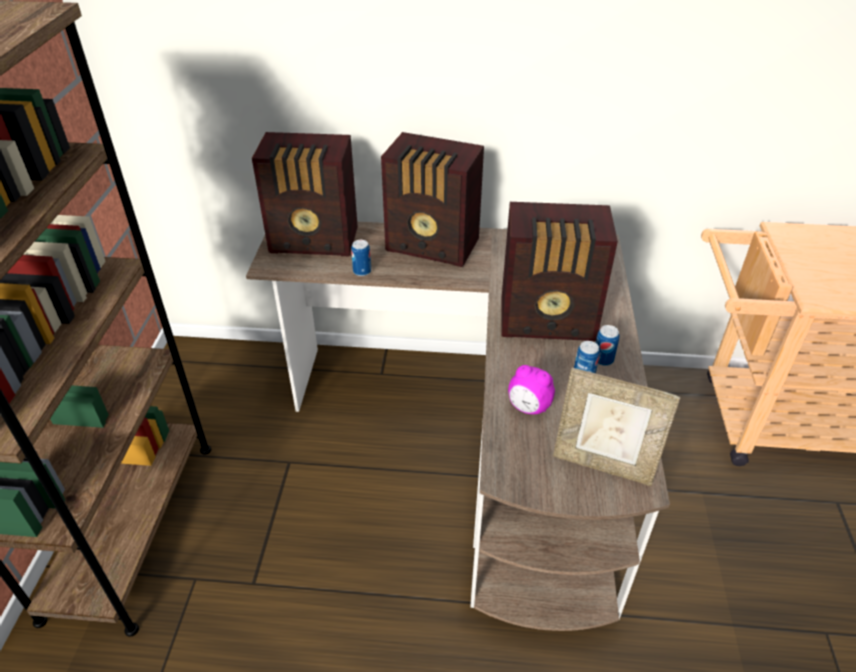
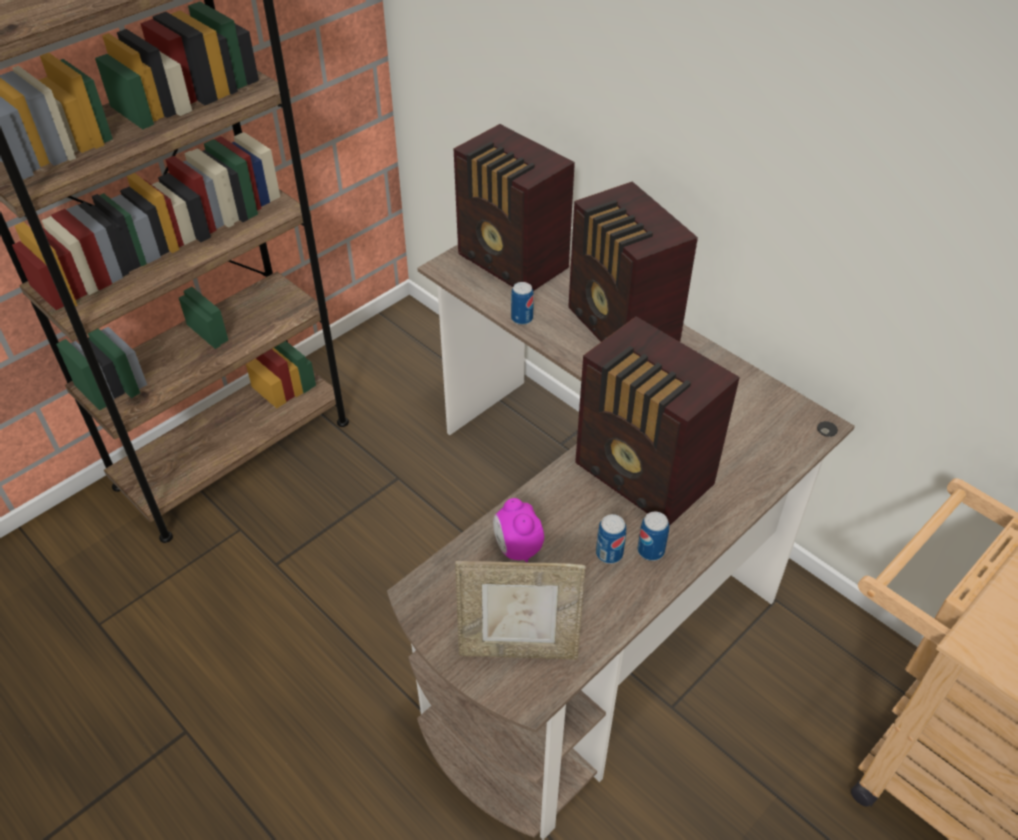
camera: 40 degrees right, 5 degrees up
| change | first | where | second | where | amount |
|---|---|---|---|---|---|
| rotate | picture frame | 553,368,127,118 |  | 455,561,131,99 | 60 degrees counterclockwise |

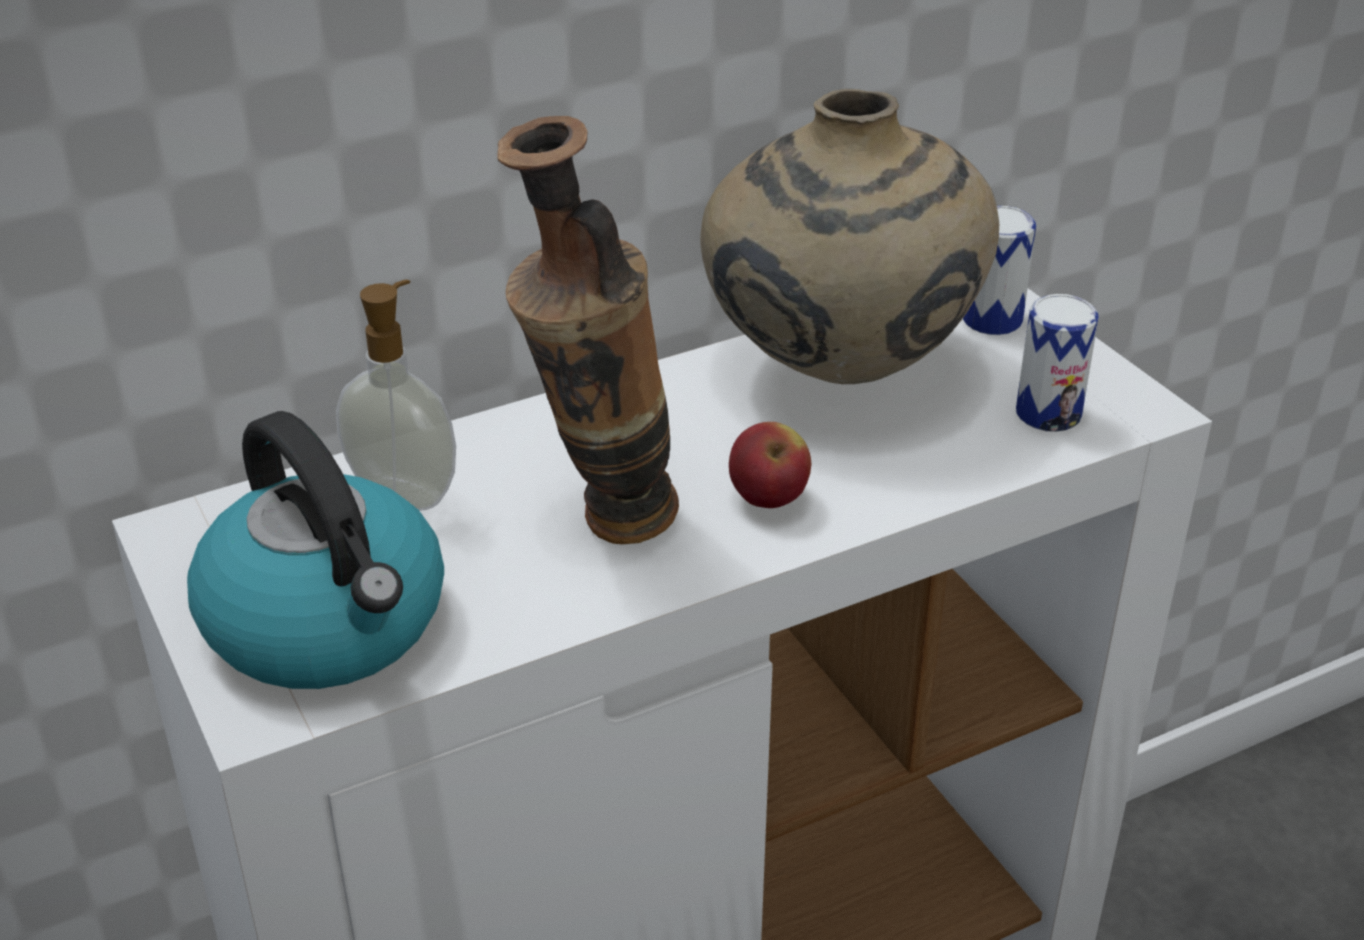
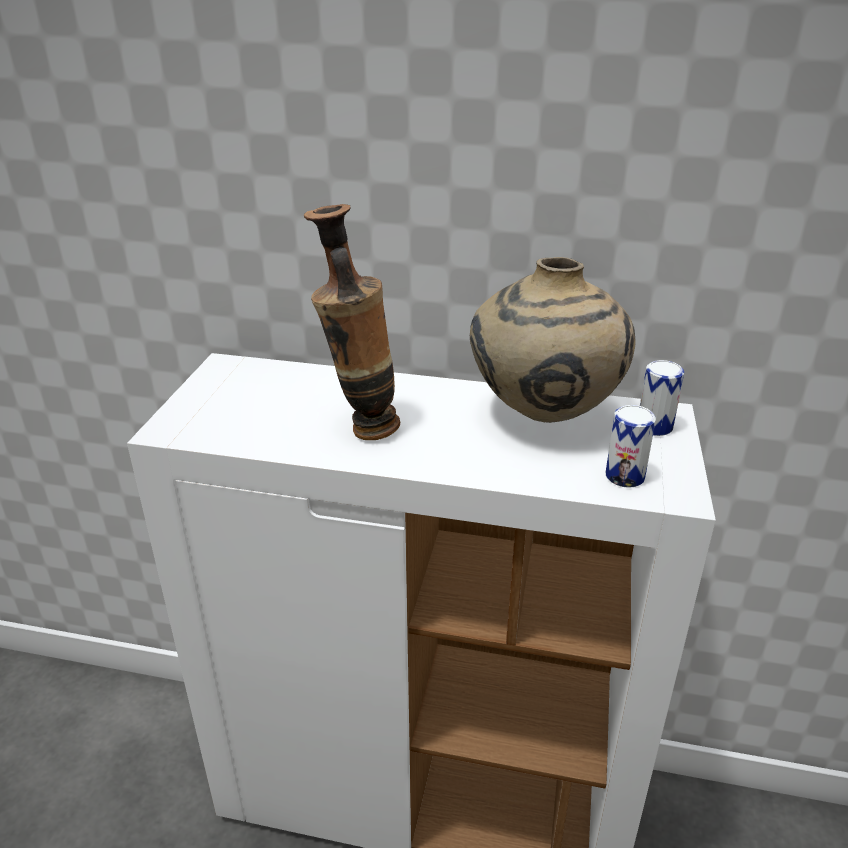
camera: 40 degrees right, 5 degrees down
| change | first | where | second | where | amount |
|---|---|---|---|---|---|
| delete | water kettle | 187,411,257,278 |  |  |  |
| delete | soap dispenser | 336,280,120,231 |  |  |  |
| delete | apple fruit | 729,422,82,86 |  |  |  |

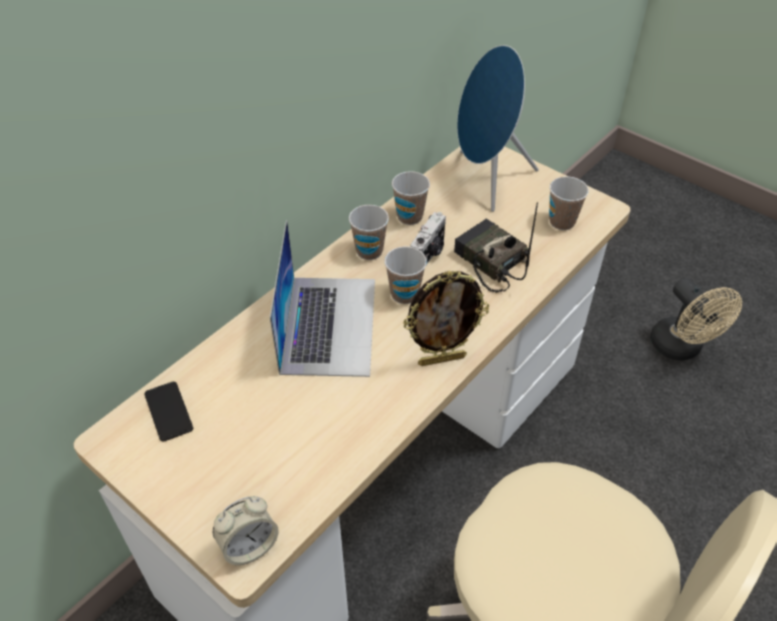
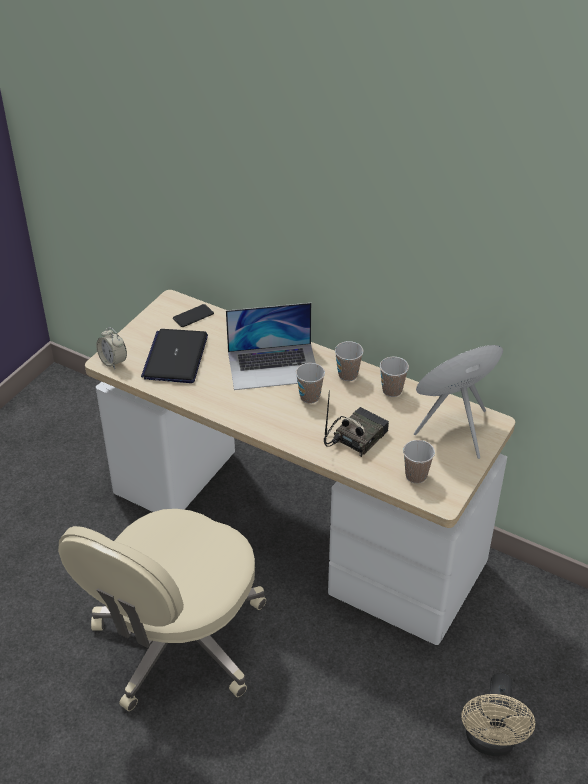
camera: 80 degrees right, 5 degrees down
| change | first | where | second | where | amount |
|---|---|---|---|---|---|
| delete | picture frame | 403,271,86,95 |  |  |  |
| delete | photo camera | 411,212,35,53 |  |  |  |
| rotate | cooling fan (beige-coloured) | 650,278,92,83 |  | 462,673,73,83 | 45 degrees counterclockwise |
| insert |  |  | notebook computer | 141,329,67,54 |  |

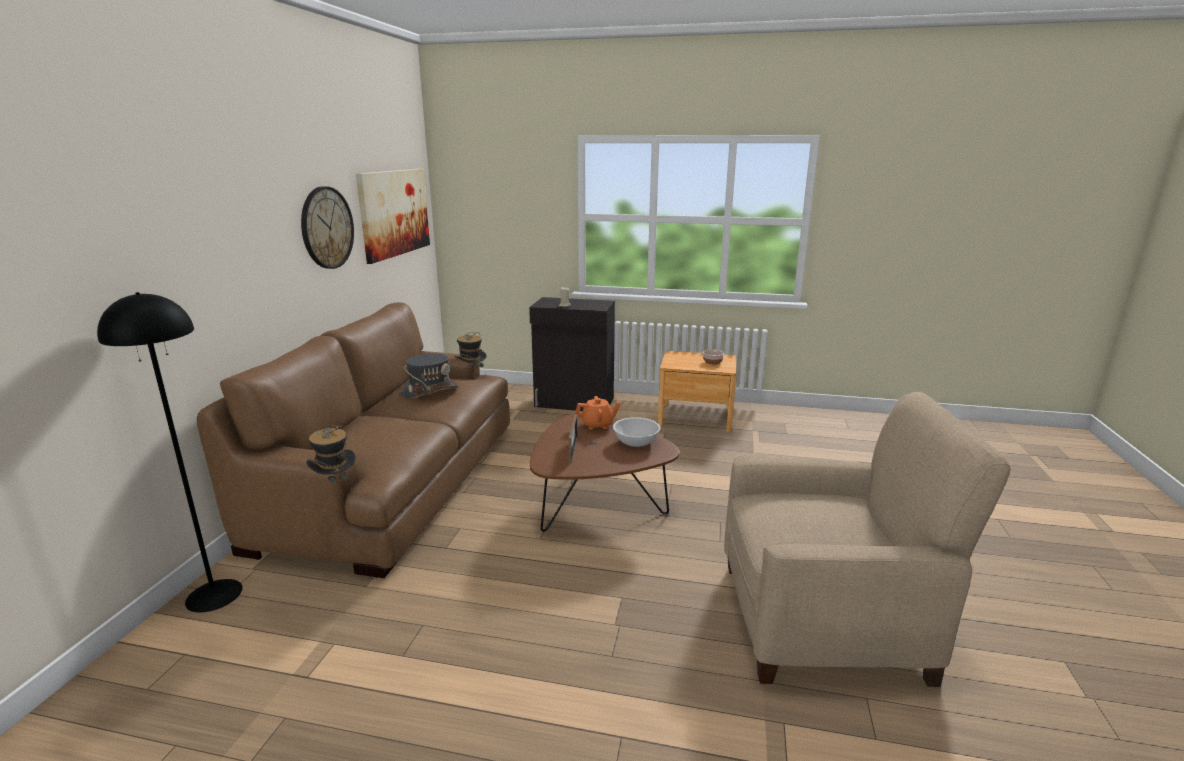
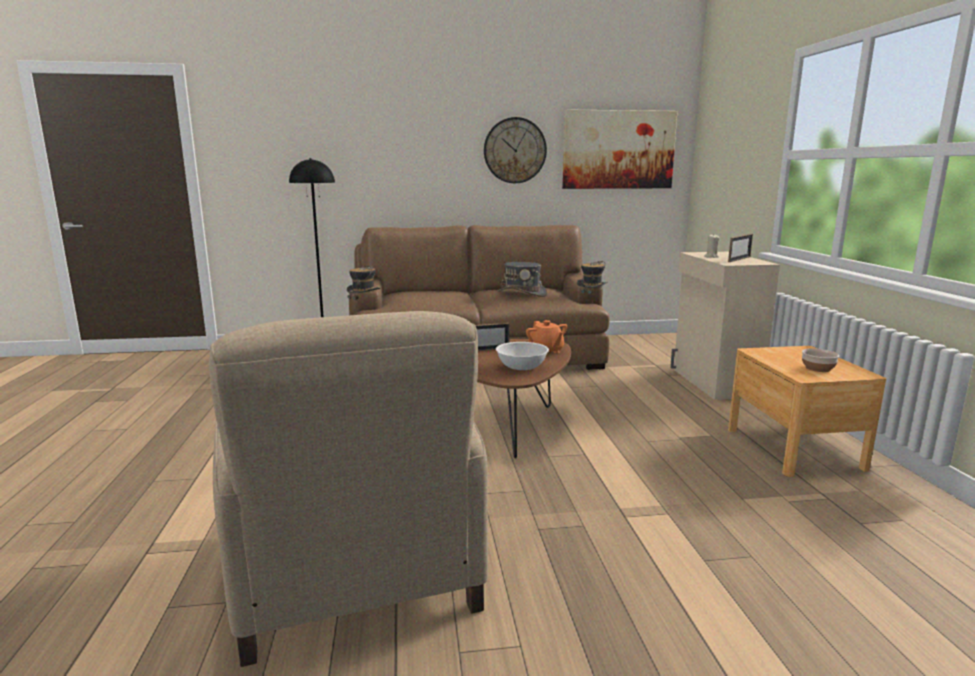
camera: 70 degrees right, 5 degrees down
| change | first | where | second | where | amount |
|---|---|---|---|---|---|
| recolor | cupboard (black-coloured) | 529,297,86,114 | cupboard (beige-coloured) | 670,252,110,148 |  |
| insert |  |  | picture frame | 728,234,25,28 |  |

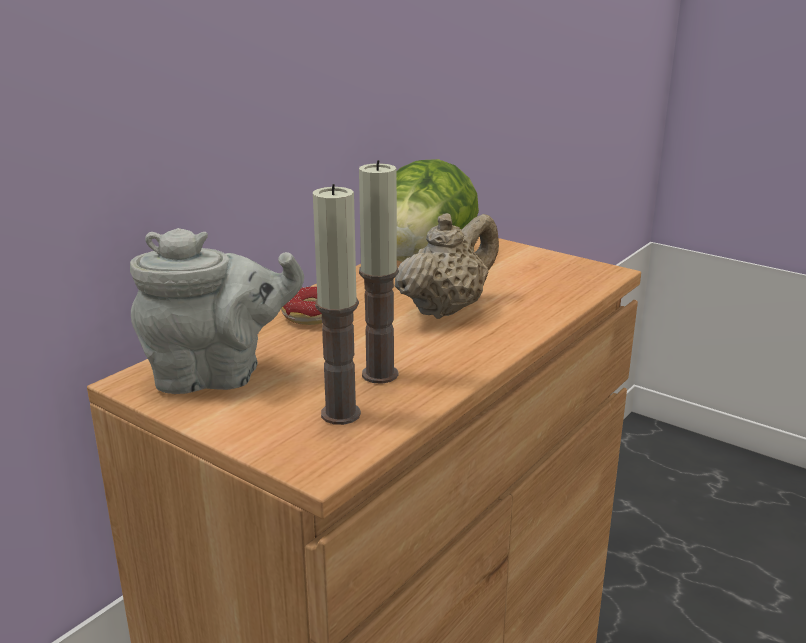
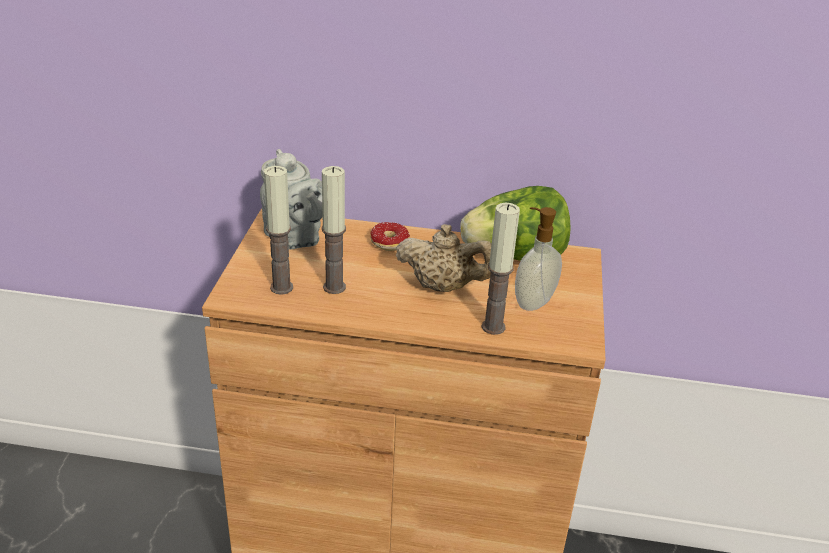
camera: 60 degrees right, 10 degrees up
| change | first | where | second | where | amount |
|---|---|---|---|---|---|
| insert |  |  | candle | 482,203,38,132 |  |
| insert |  |  | soap dispenser | 515,207,47,104 |  |

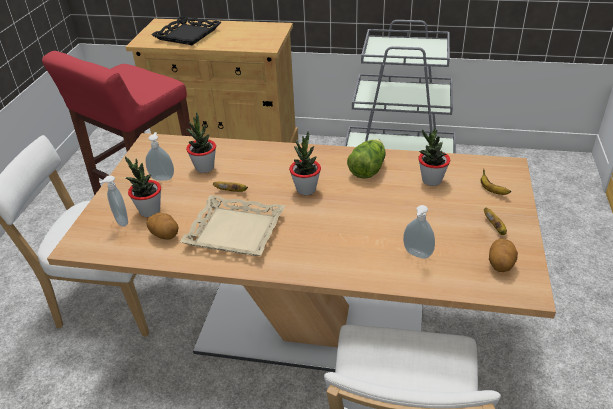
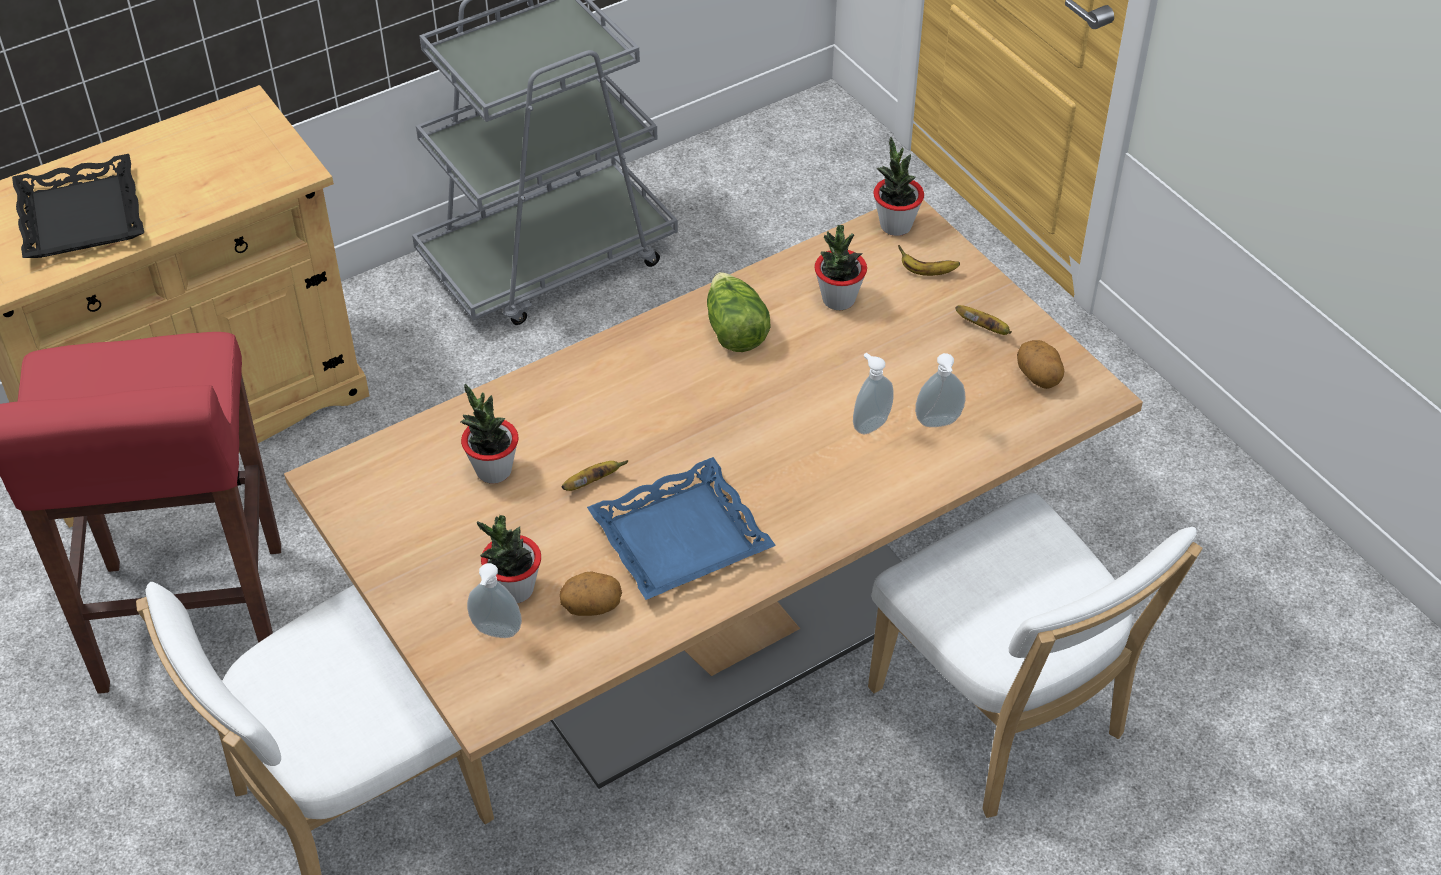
camera: 45 degrees left, 10 degrees up
| change | first | where | second | where | amount |
|---|---|---|---|---|---|
| move | soap dispenser | 145,132,29,49 |  | 853,353,41,81 |  |
| recolor | serving tray (beige-coloured) | 180,195,105,61 | serving tray (bluish) | 587,457,189,143 |  |
| move | potted plant | 289,131,32,64 |  | 873,137,51,99 |  |

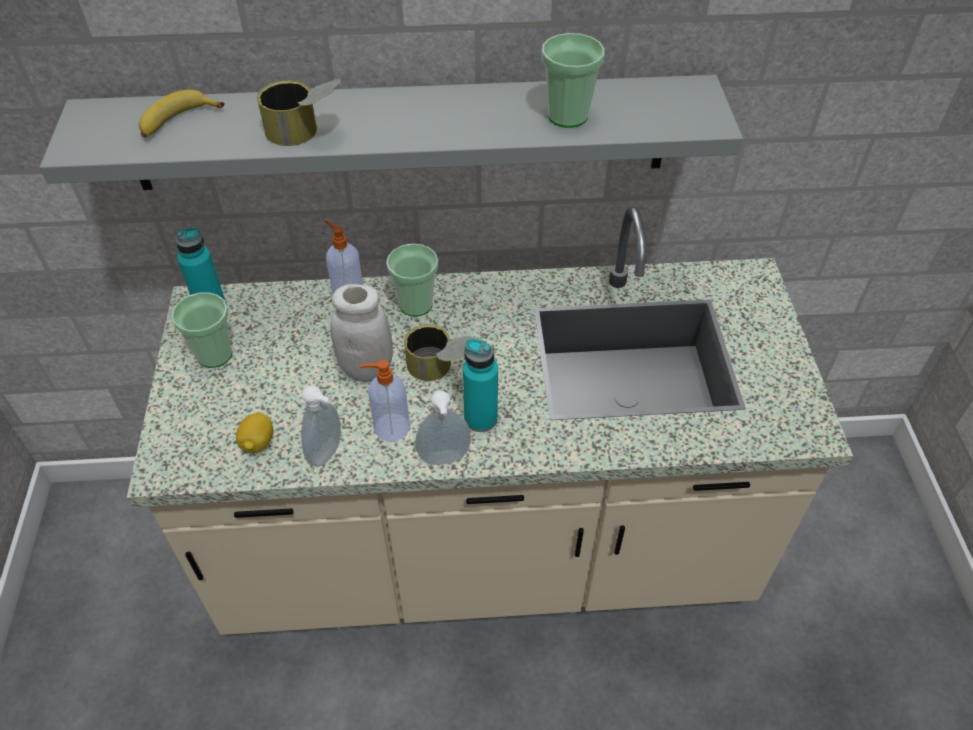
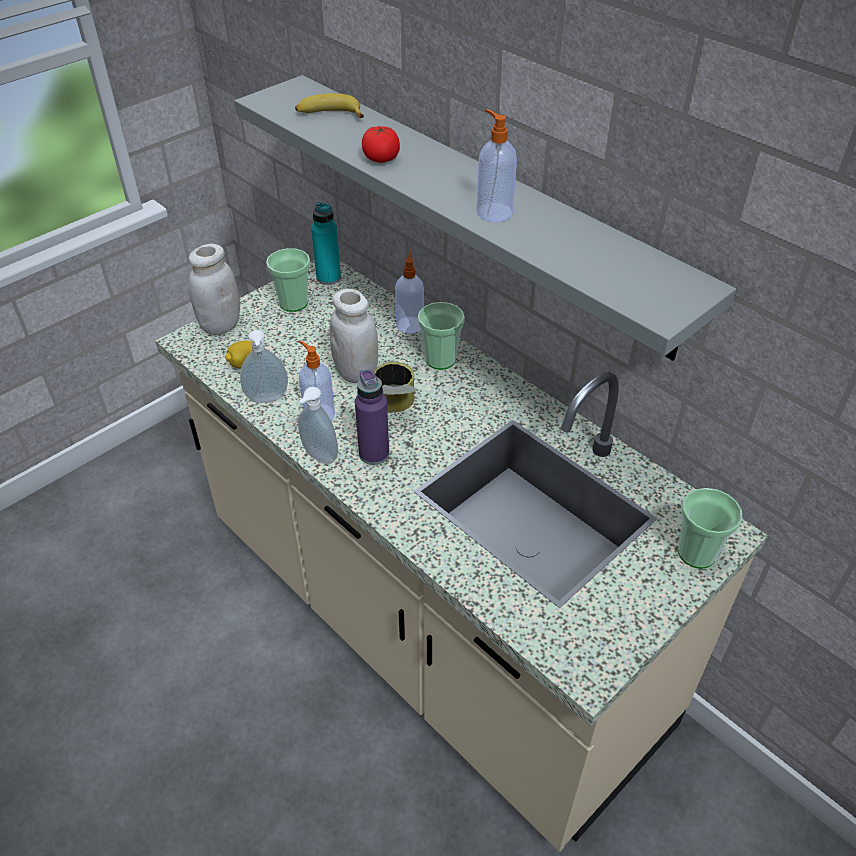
camera: 50 degrees right, 5 degrees down
| change | first | where | second | where | amount |
|---|---|---|---|---|---|
| replace | can | 257,79,84,67 | whole tomato | 362,126,38,37 |  |
| recolor | drink bottle (turquoise-coloured) | 463,338,35,94 | drink bottle (purplish) | 355,369,34,96 |  |
| move | drinking cup | 542,33,63,95 |  | 678,488,65,81 |  |
| insert |  |  | preserve jar (white) | 188,244,52,91 |  |
| insert |  |  | soap dispenser | 477,109,40,113 |  |

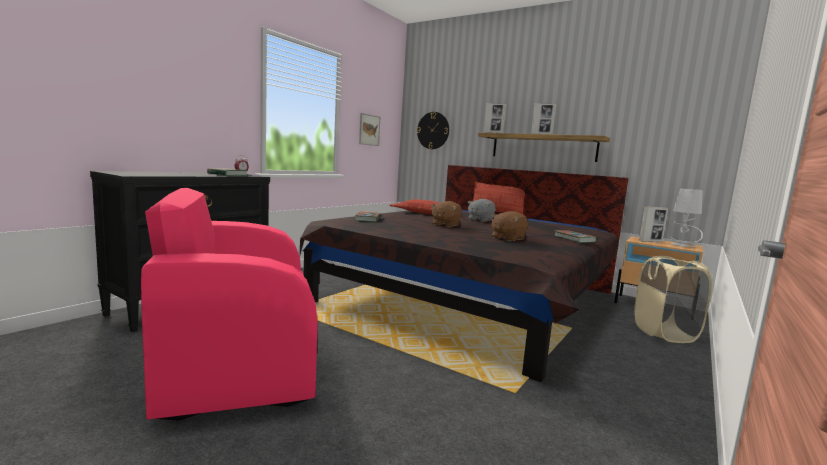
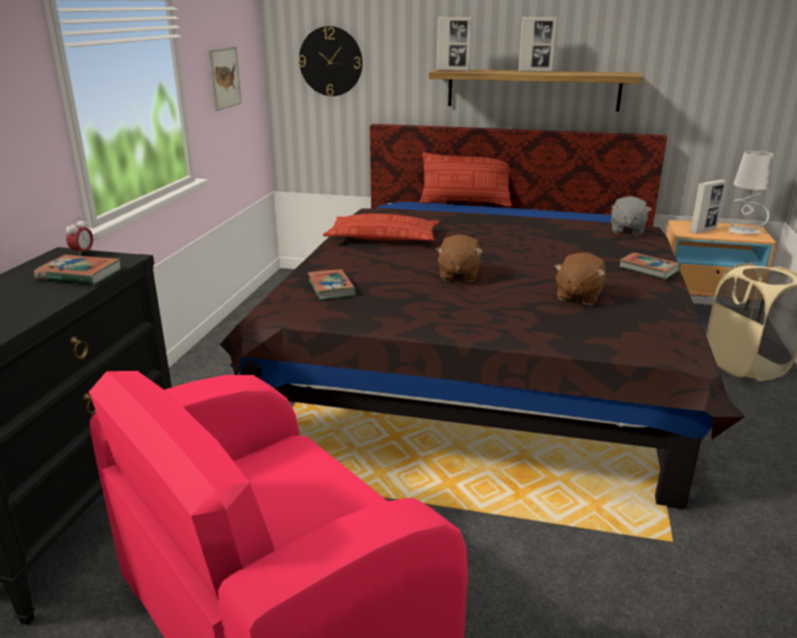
camera: 20 degrees left, 15 degrees up
| change | first | where | second | where | amount |
|---|---|---|---|---|---|
| move | cuddly toy (grey) | 468,199,27,23 |  | 611,196,41,39 |  |

